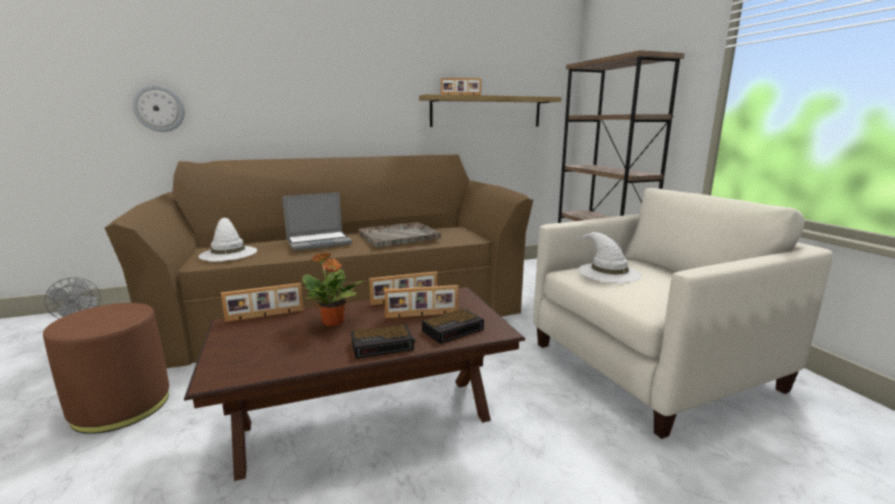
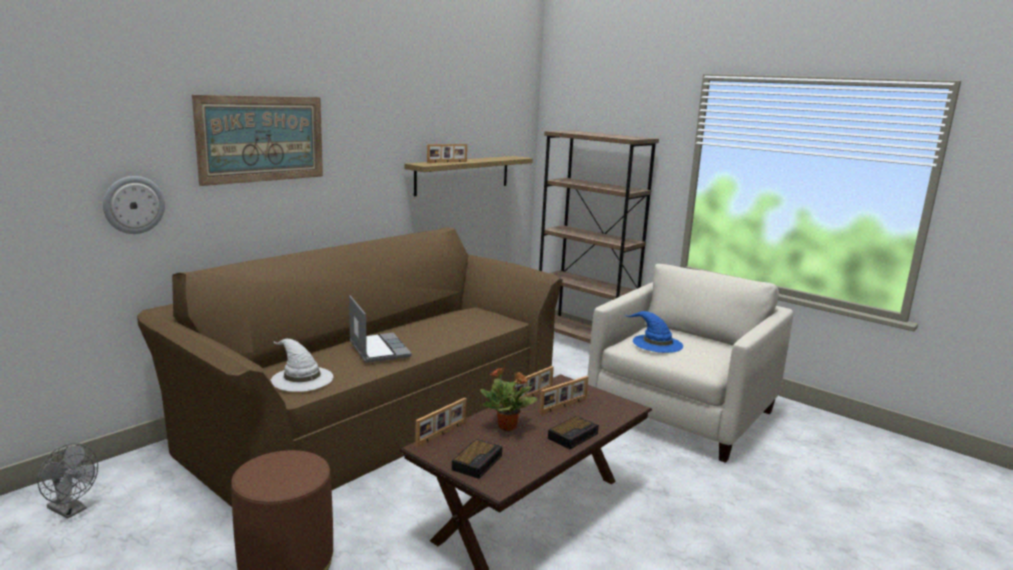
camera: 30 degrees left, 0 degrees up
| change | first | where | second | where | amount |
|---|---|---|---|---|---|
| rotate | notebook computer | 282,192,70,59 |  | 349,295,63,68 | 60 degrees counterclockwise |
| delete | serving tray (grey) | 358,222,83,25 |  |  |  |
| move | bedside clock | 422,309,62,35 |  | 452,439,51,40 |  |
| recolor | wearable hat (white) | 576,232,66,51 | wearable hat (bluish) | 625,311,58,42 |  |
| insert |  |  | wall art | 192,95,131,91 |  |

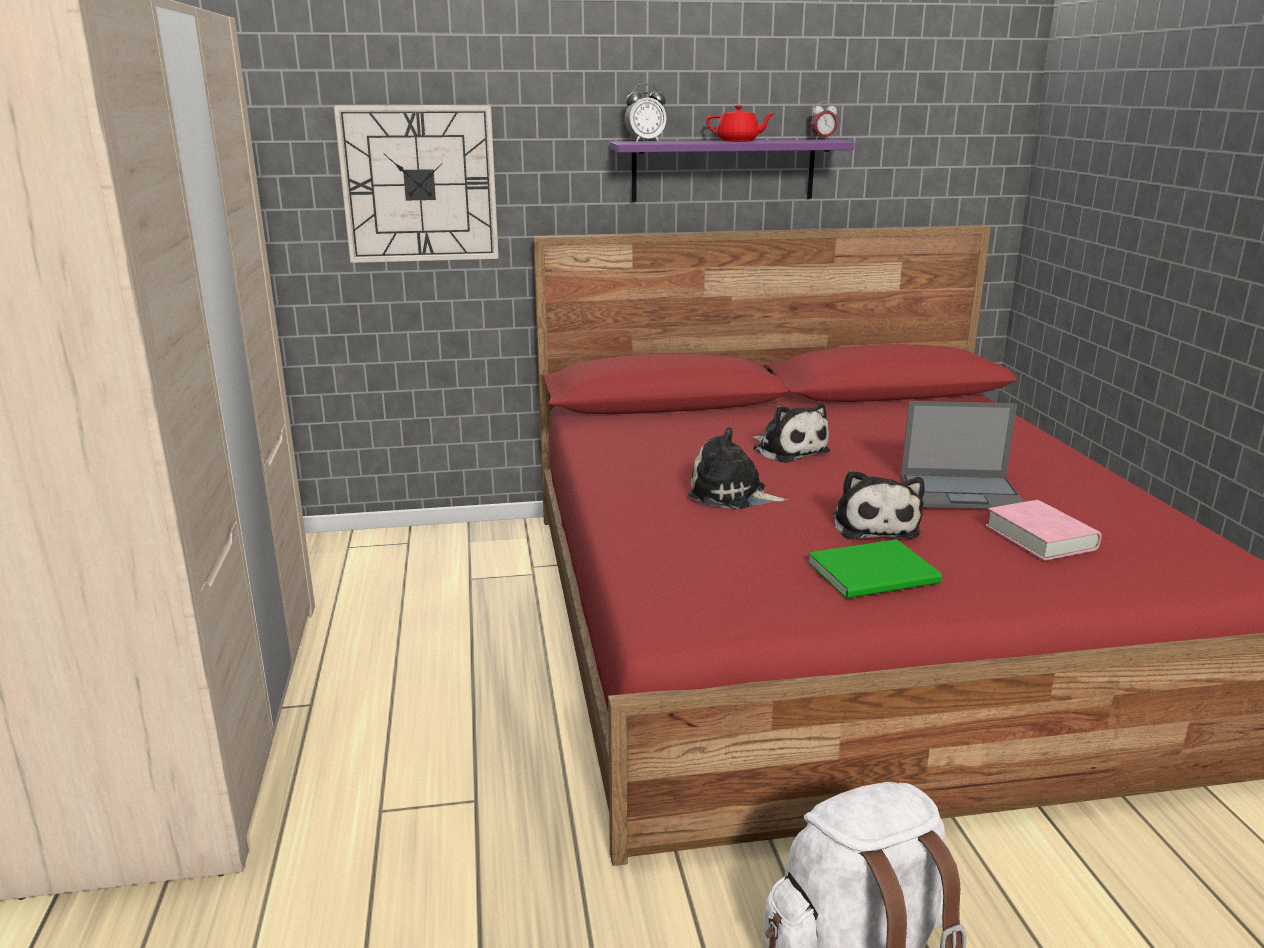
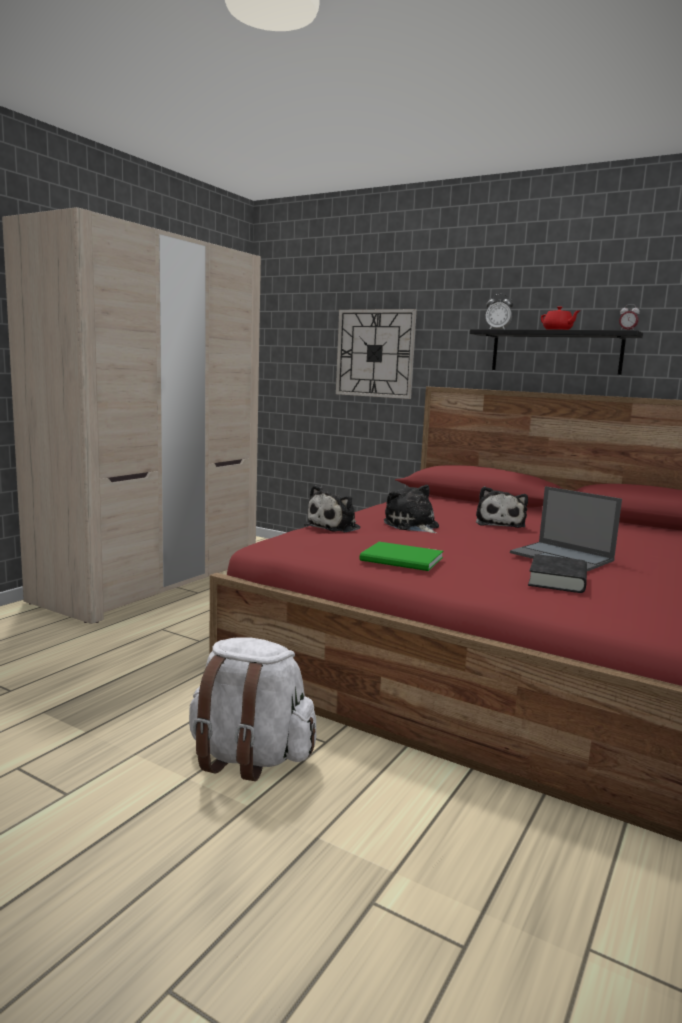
camera: 40 degrees right, 10 degrees down
| change | first | where | second | where | amount |
|---|---|---|---|---|---|
| recolor | wall shelf (purplish) | 610,139,245,63 | wall shelf (black-coloured) | 470,329,173,46 |  |
| move | cuddly toy | 833,470,92,69 |  | 304,485,56,48 |  |
| recolor | bound book (pink) | 986,500,116,61 | bound book (black-coloured) | 528,554,59,39 |  |

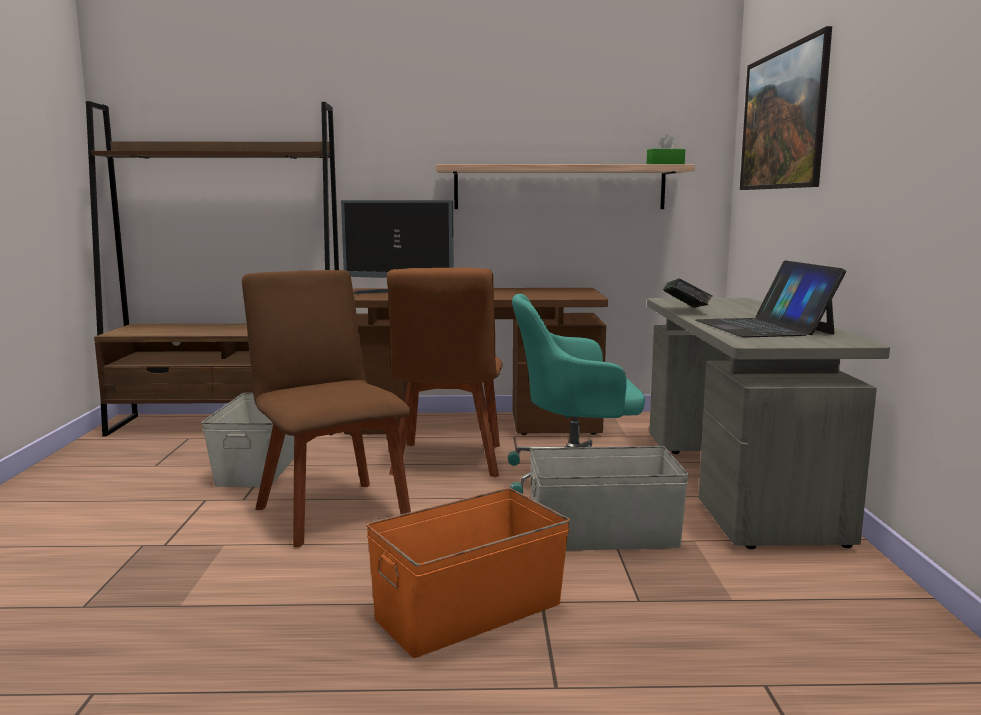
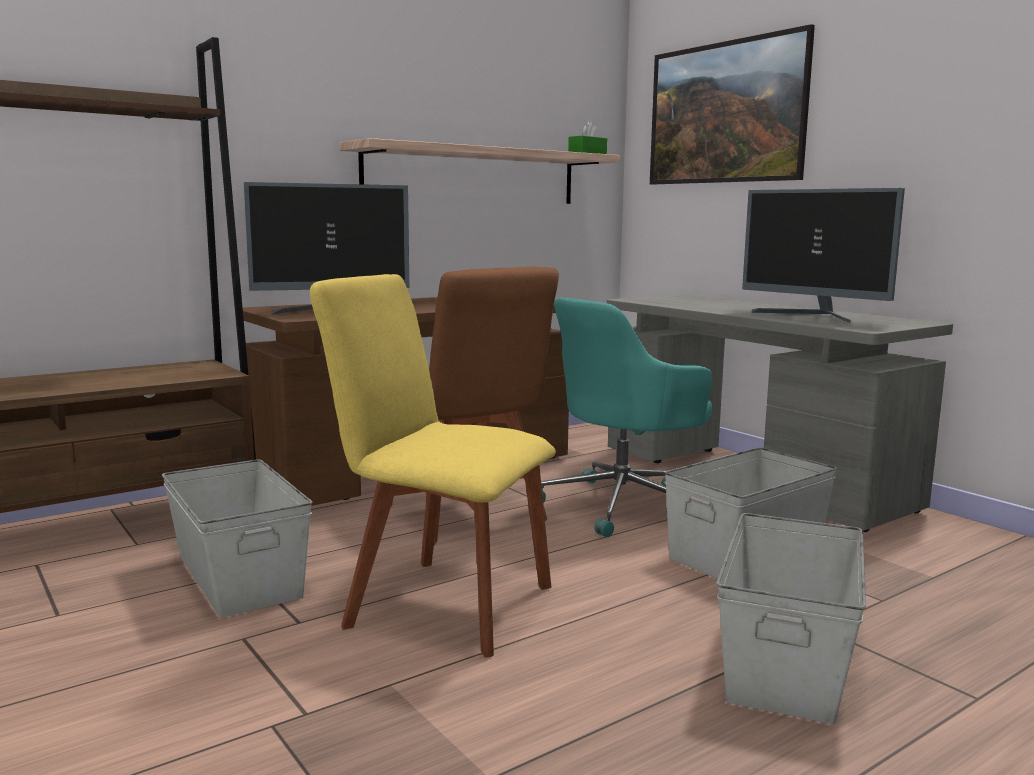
camera: 35 degrees left, 0 degrees up
| change | first | where | second | where | amount |
|---|---|---|---|---|---|
| recolor | upright chair (brownish) | 242,270,169,277 | upright chair (yellow-coloured) | 310,274,246,383 |  |
| recolor | storage bin (orange) | 366,488,204,170 | storage bin (grey) | 716,513,150,211 |  |
| delete | bound book | 663,278,50,30 |  |  |  |
| replace | notebook computer | 696,260,150,78 | computer display | 742,188,163,135 |  |

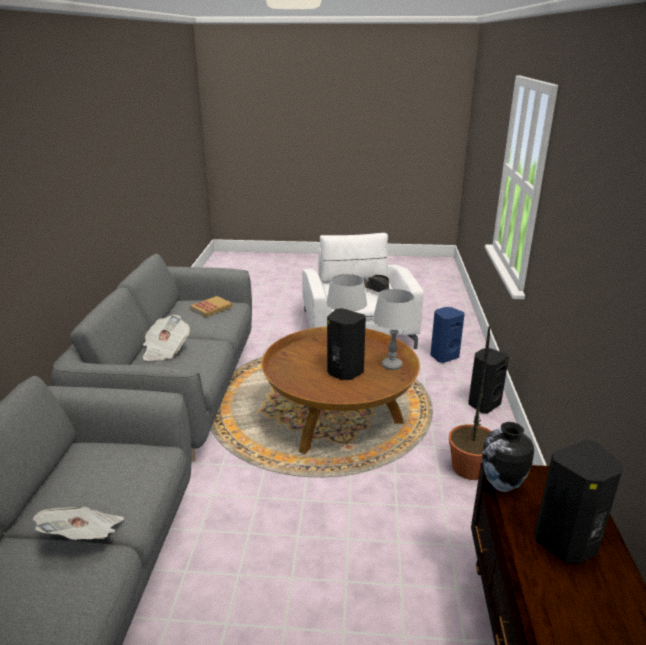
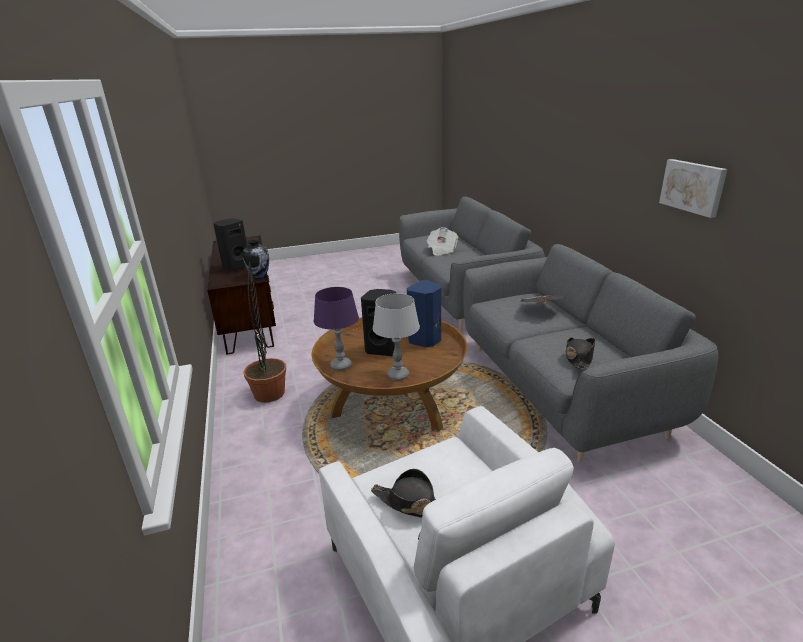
camera: 160 degrees right, 0 degrees up
| change | first | where | second | where | amount |
|---|---|---|---|---|---|
| replace | bound book | 190,296,43,21 | wearable hat (black-coloured) | 565,337,30,33 |  |
| recolor | lamp for a table (grey) | 373,289,44,81 | lamp for a table (purplish) | 314,287,45,84 |  |
| move | audio speaker (bluish) | 430,307,34,56 |  | 407,280,34,67 |  |
| delete | audio speaker (black-coloured) | 469,348,40,66 |  |  |  |
| insert |  |  | wall art | 659,159,68,59 |  |

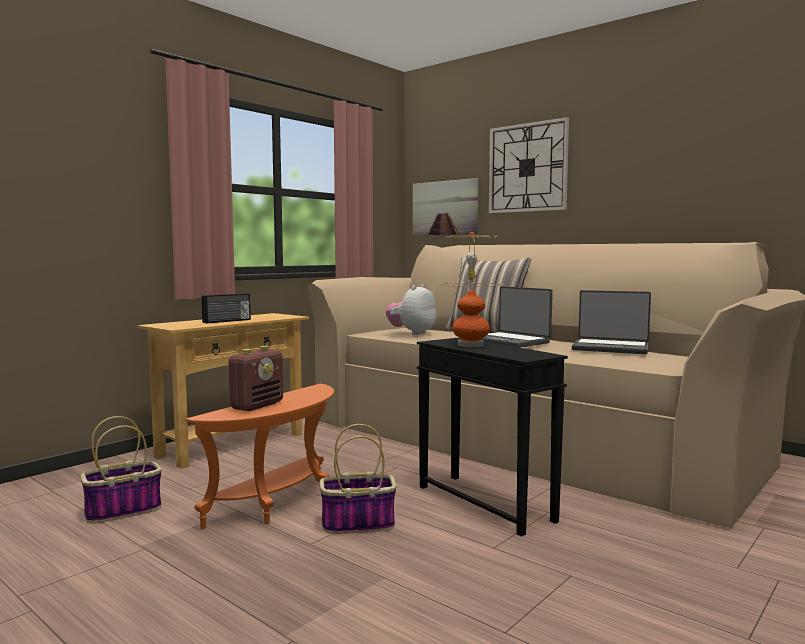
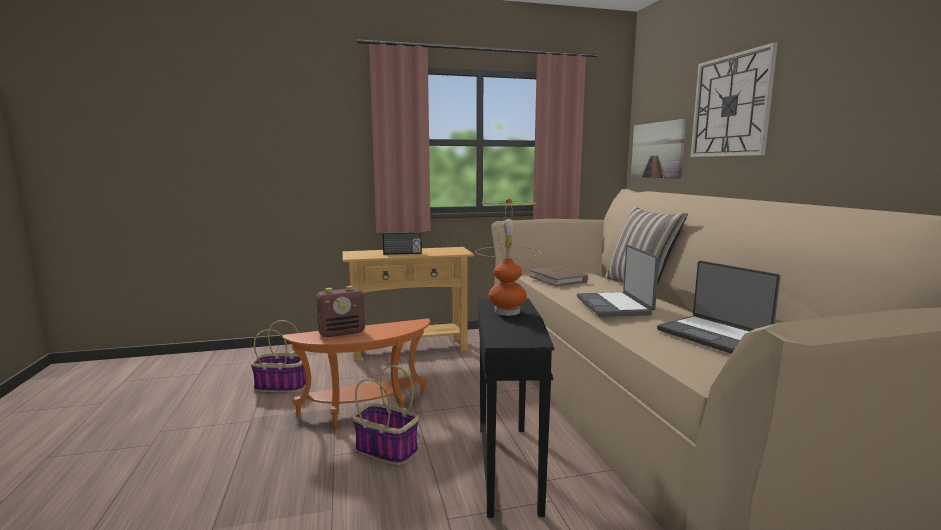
camera: 35 degrees right, 5 degrees up
| change | first | where | second | where | amount |
|---|---|---|---|---|---|
| replace | cuddly toy | 386,284,51,51 | bound book (brownish) | 529,266,59,21 |  |

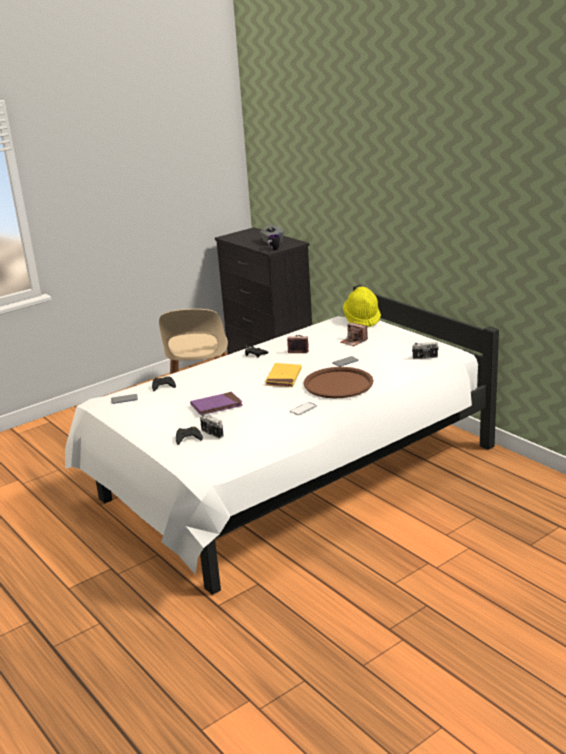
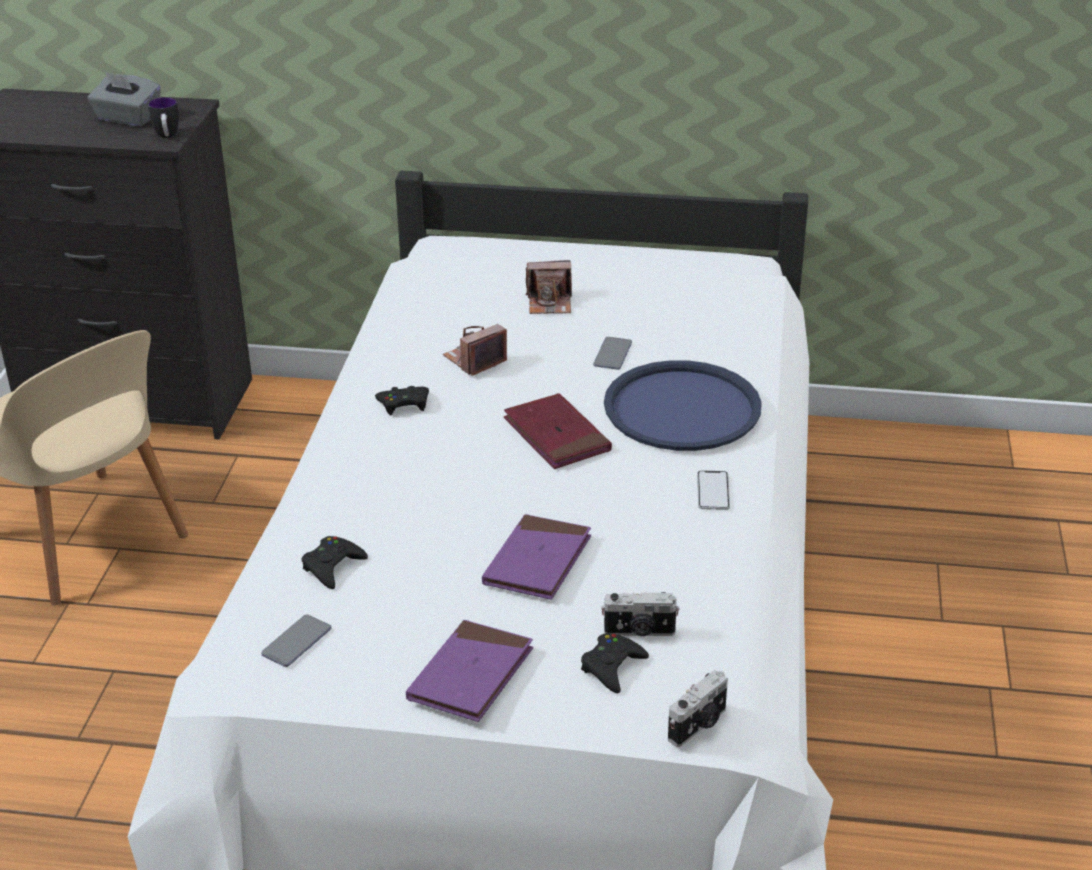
camera: 45 degrees left, 10 degrees up
| change | first | where | second | where | amount |
|---|---|---|---|---|---|
| recolor | bound book (yellow-coloured) | 265,363,37,24 | bound book (reddish) | 504,393,108,76 |  |
| recolor | serving tray (brownish) | 304,367,69,31 | serving tray (bluish) | 604,360,158,91 |  |
| delete | wearable hat (yellow-coloured) | 343,287,38,40 |  |  |  |
| move | photo camera | 412,342,27,17 |  | 668,670,60,77 |  |
| insert |  |  | bound book (purplish) | 406,620,127,102 |  |

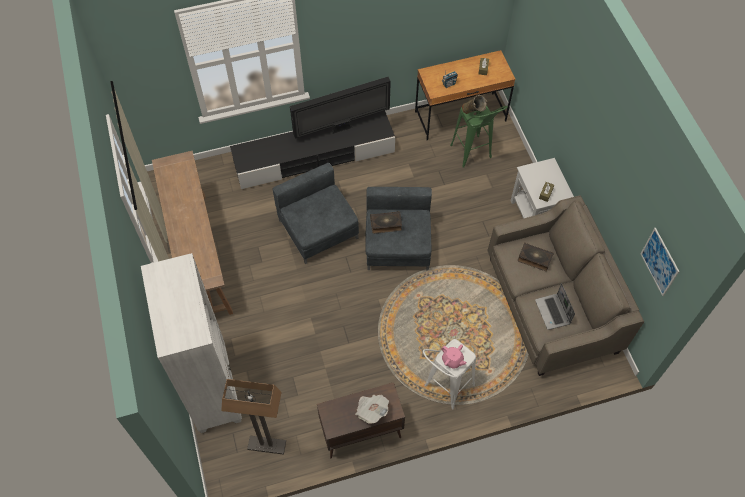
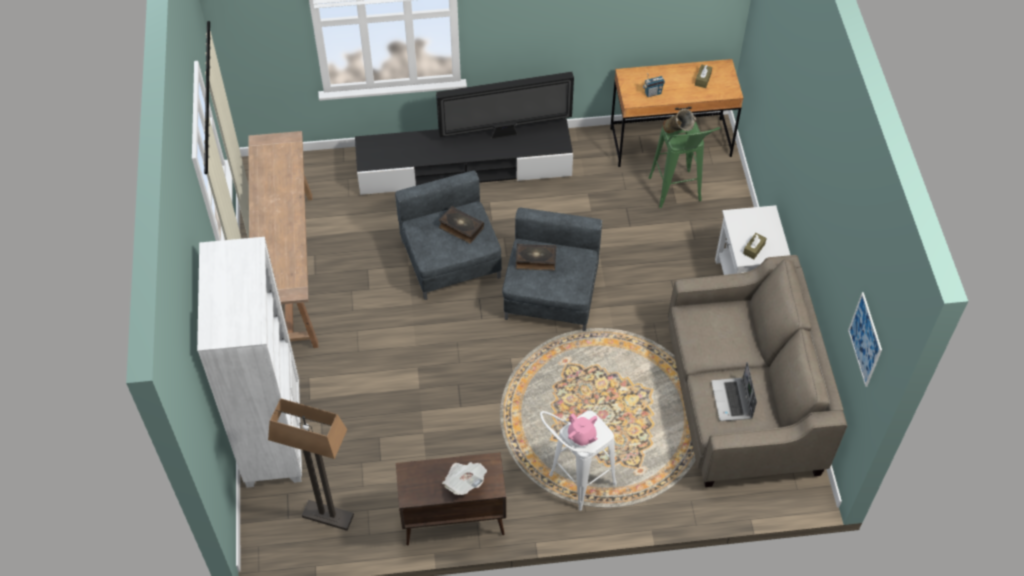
camera: 10 degrees right, 5 degrees down
| change | first | where | second | where | amount |
|---|---|---|---|---|---|
| move | bound book | 518,242,35,29 |  | 439,206,45,38 |  |

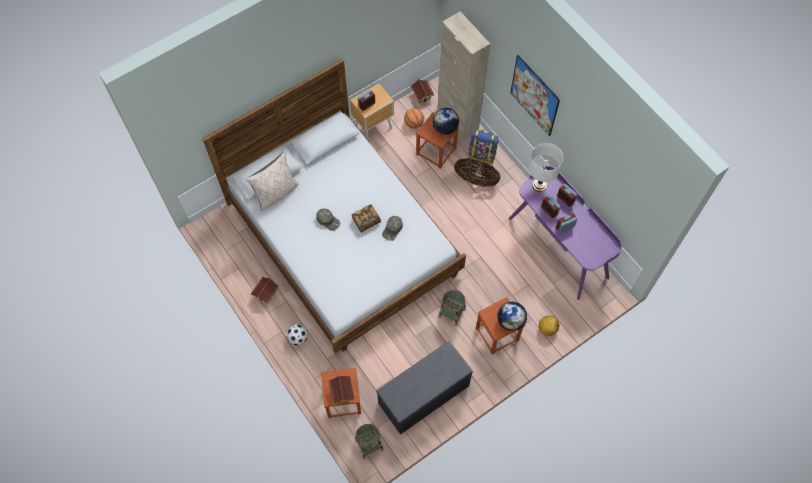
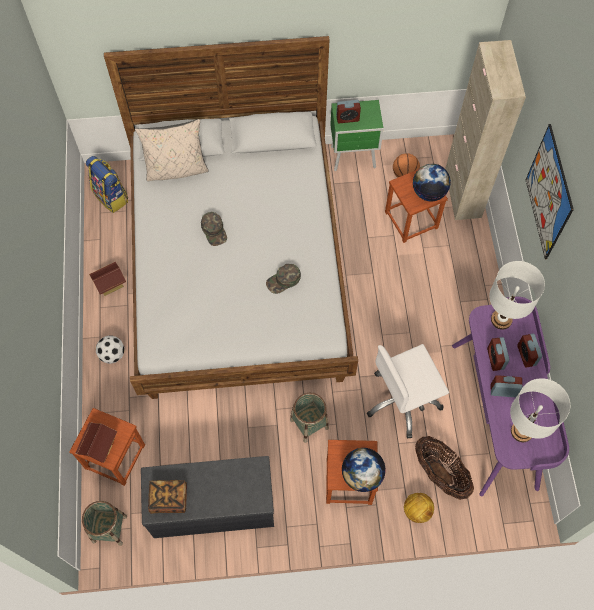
camera: 30 degrees right, 0 degrees up
| change | first | where | second | where | amount |
|---|---|---|---|---|---|
| recolor | nightstand (brownish) | 350,83,44,56 | nightstand (green) | 330,100,54,71 |  |
| move | bound book | 352,204,29,29 |  | 148,480,39,34 |  |
| delete | toy house | 411,79,23,25 |  |  |  |
| move | household basket | 454,158,47,29 |  | 415,436,59,64 |  |
| move | rucksack | 468,129,31,35 |  | 86,156,42,57 |  |
| insert |  |  | office chair (white) | 367,344,82,94 |  |
| insert |  |  | lamp for a table (white) | 510,378,60,64 |  |

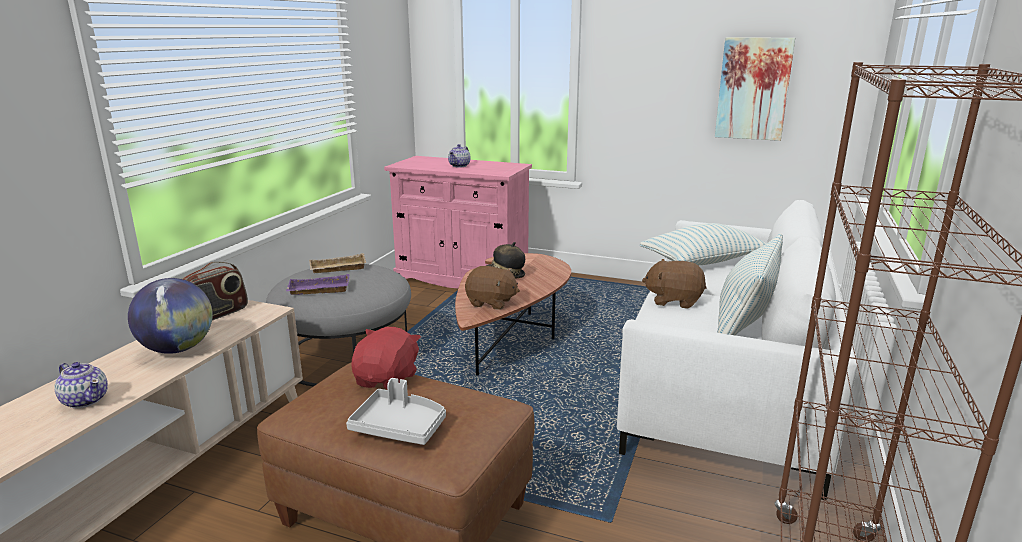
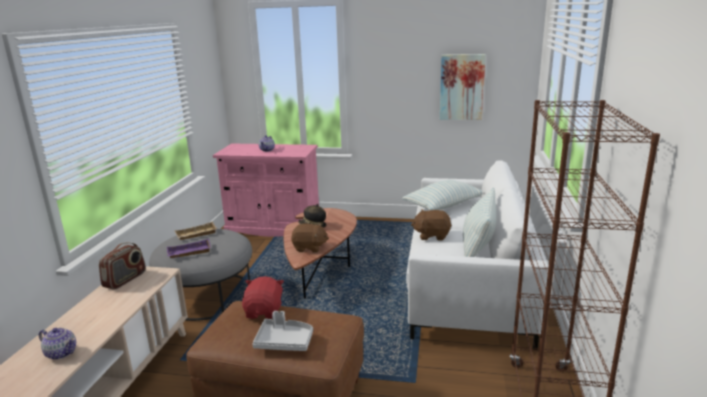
camera: 10 degrees left, 0 degrees up
| change | first | where | second | where | amount |
|---|---|---|---|---|---|
| delete | globe | 128,278,85,76 |  |  |  |

